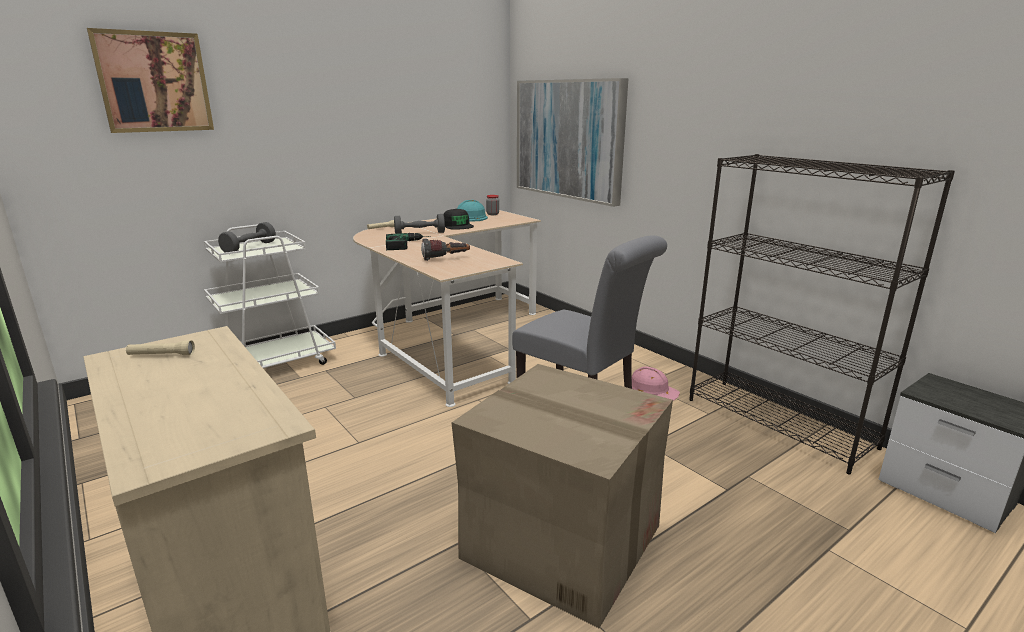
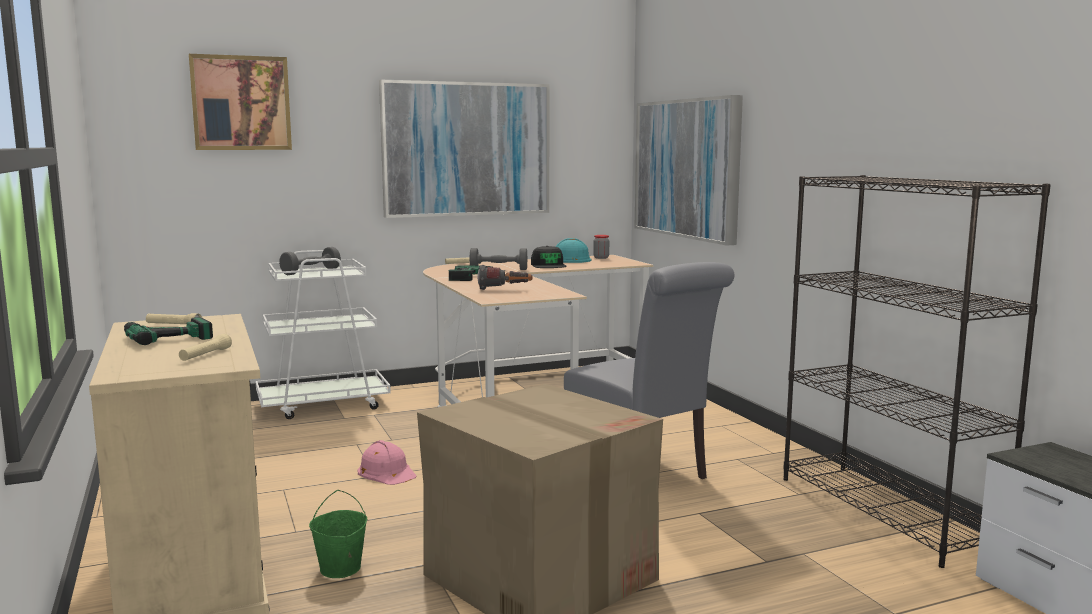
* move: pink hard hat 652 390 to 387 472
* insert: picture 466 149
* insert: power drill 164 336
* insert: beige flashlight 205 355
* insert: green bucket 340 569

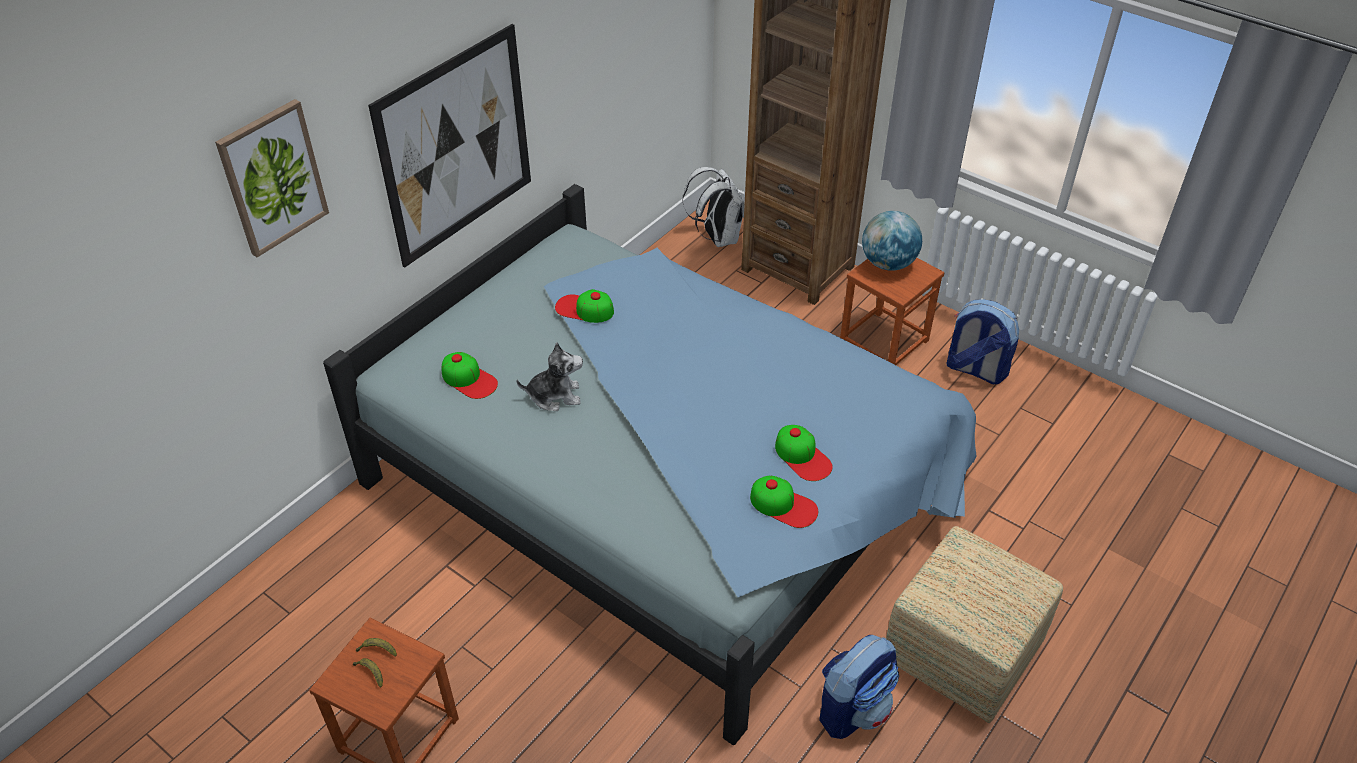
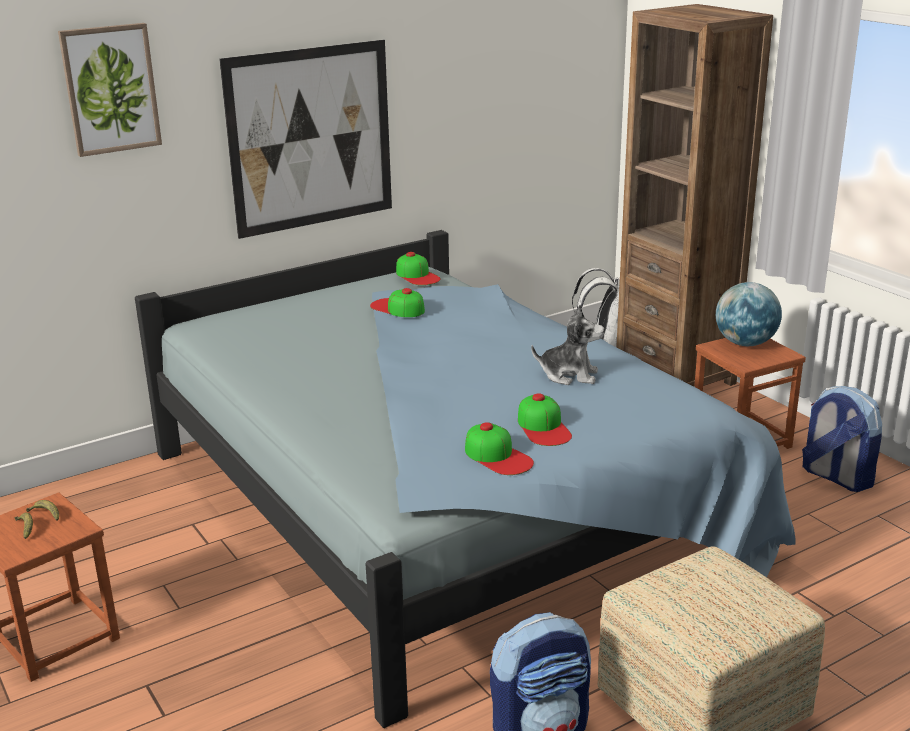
* move: plush toy 555 396 to 569 375
* move: cap 469 379 to 417 275

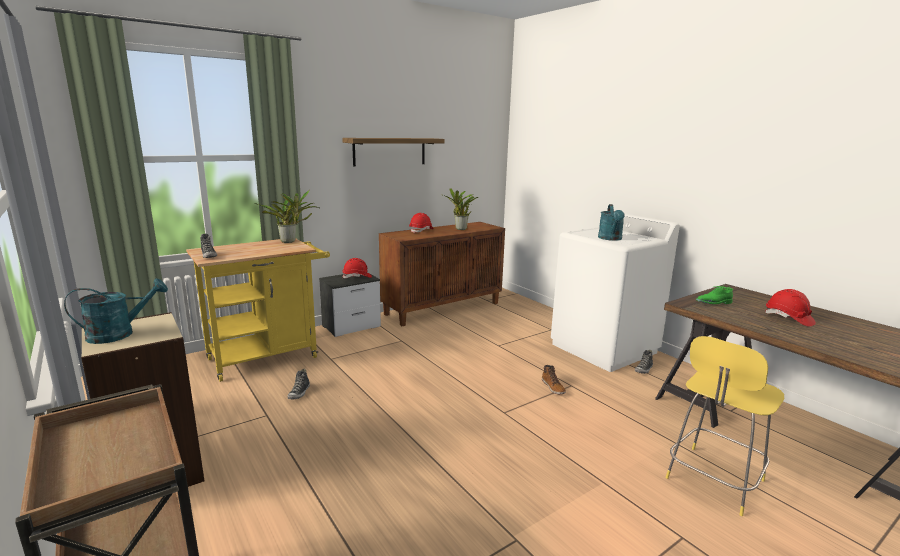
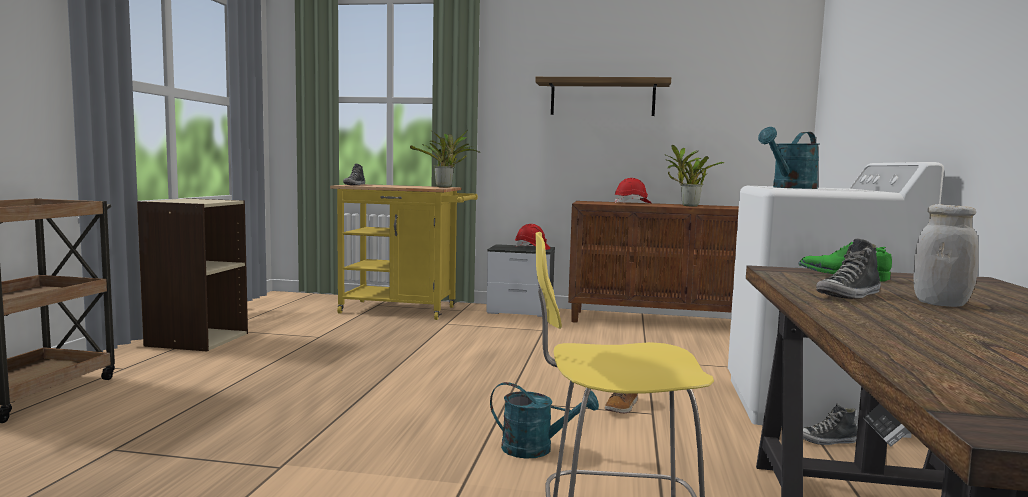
* move: turquoise watering can 119 334 to 536 449
* replace: red hard hat 788 318 to white jar 941 304
* move: shoe 299 393 to 849 295

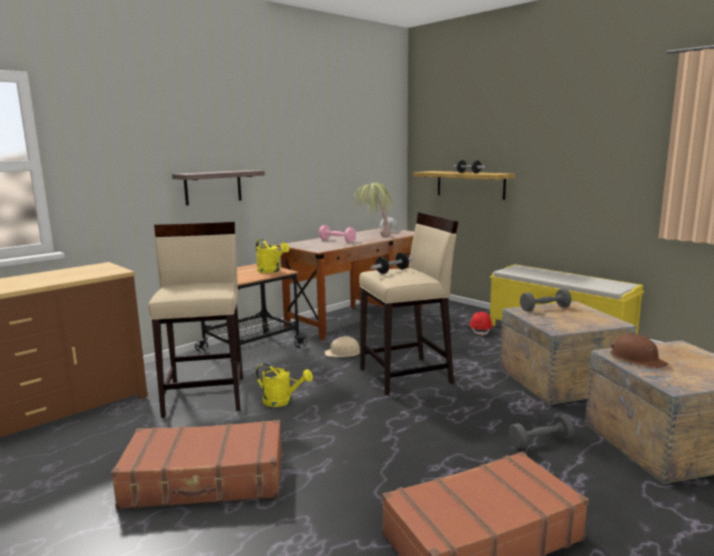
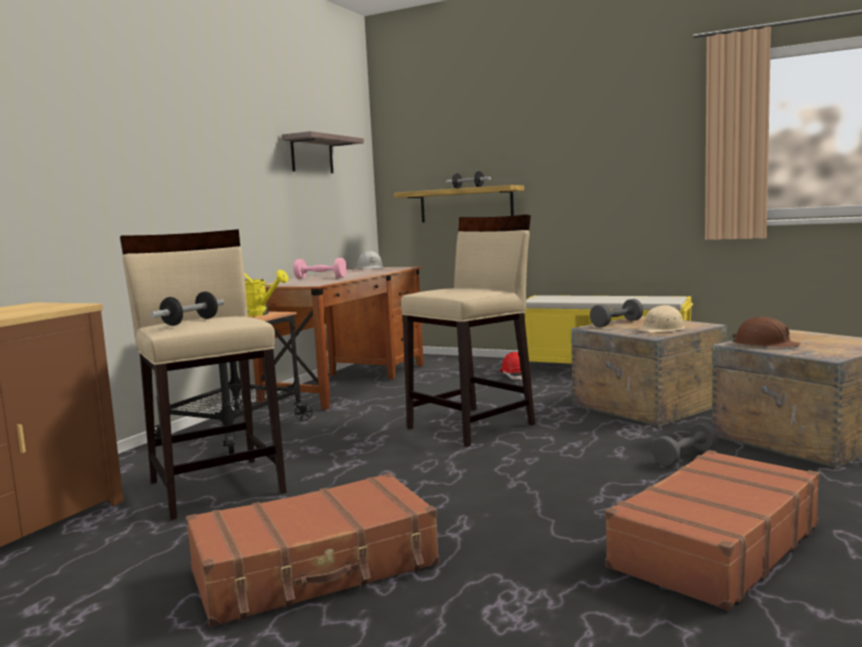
* move: shelf 213 187 to 312 155
* delete: potted plant 374 237
* move: dumbbell 392 271 to 190 322
* move: beige hard hat 343 353 to 662 329
* delete: yellow watering can 282 401

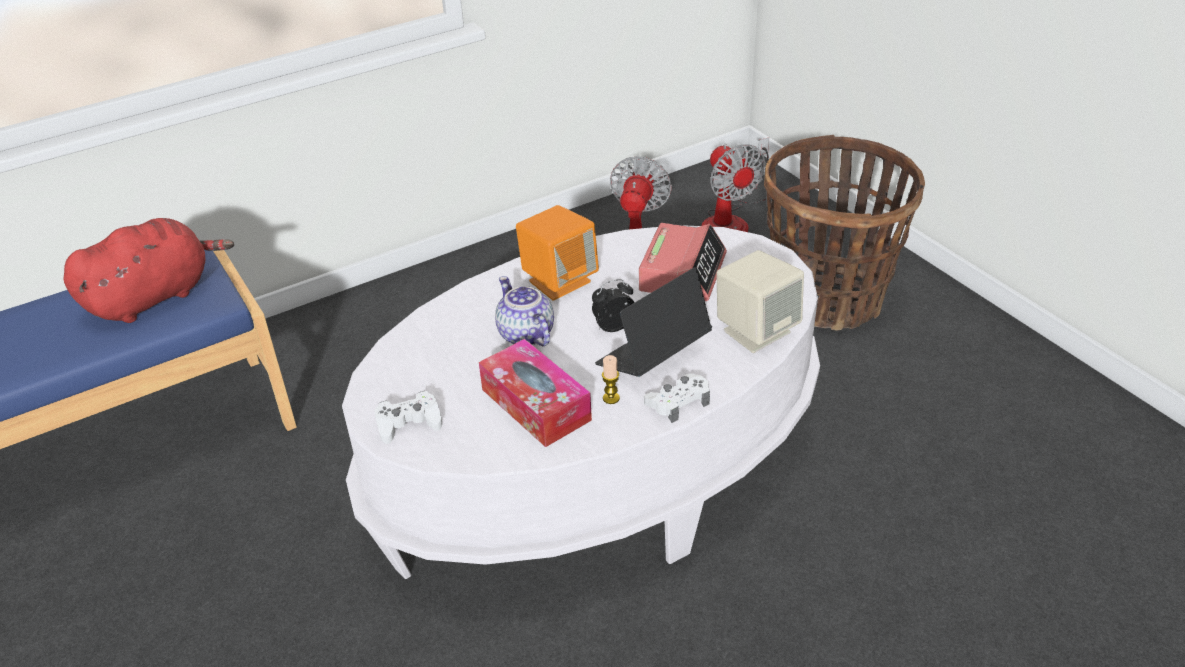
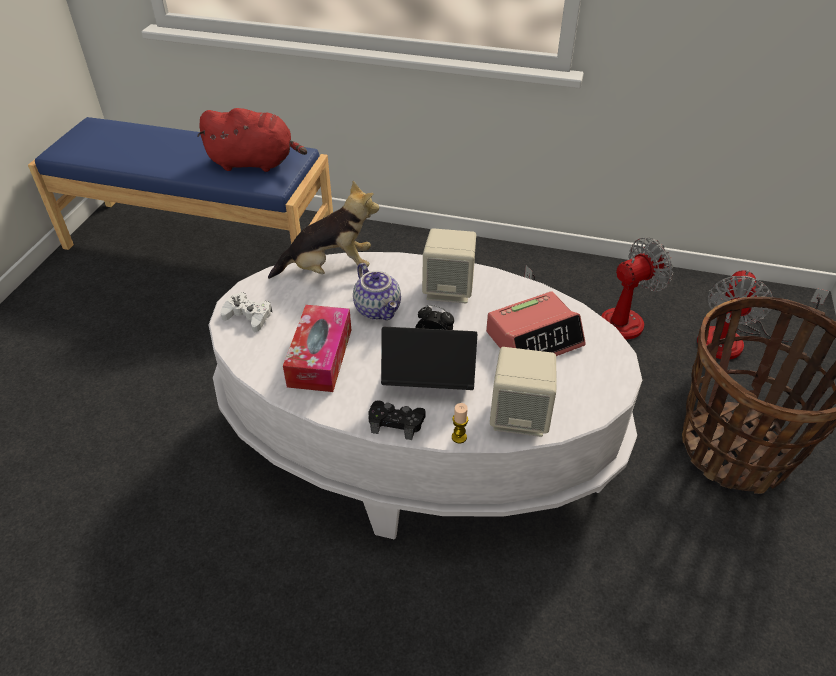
* recolor: orange speaker 559 281 to beige speaker 449 289
* rotate: teapot 524 334 = 379 309 135 degrees clockwise
* move: candle 611 398 to 459 437
* recolor: white game controller 678 402 to black game controller 396 423
* insert: plush toy 329 269

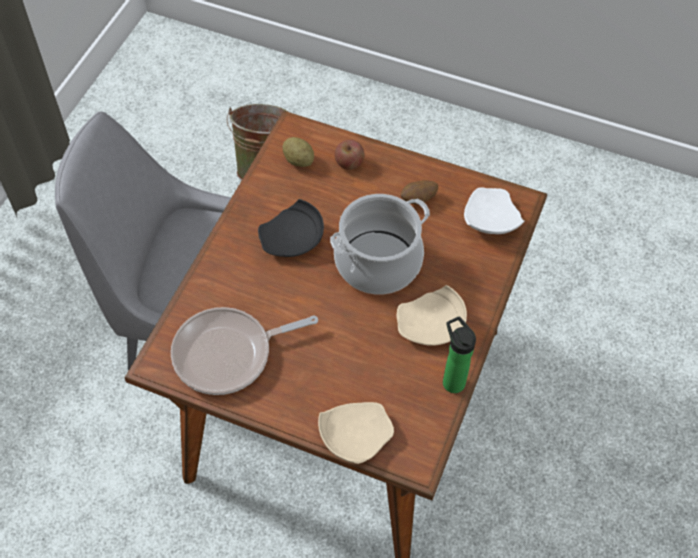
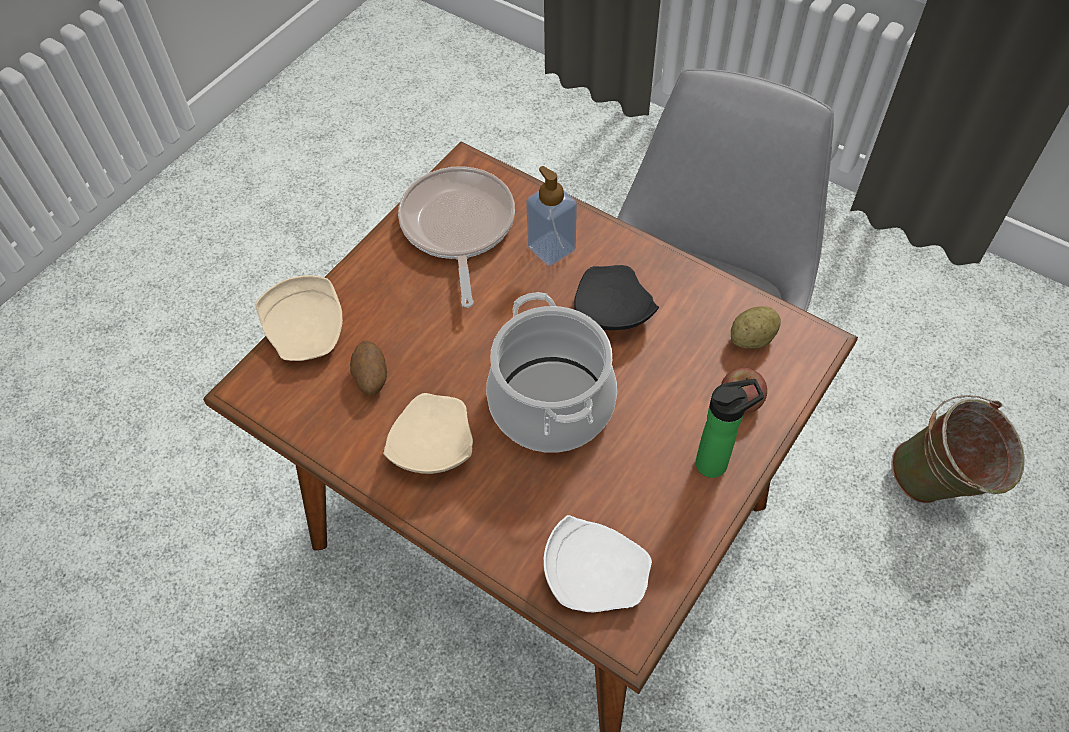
* move: potato 418 199 to 371 378
* move: bottle 451 380 to 716 462
* insert: soap dispenser 551 248

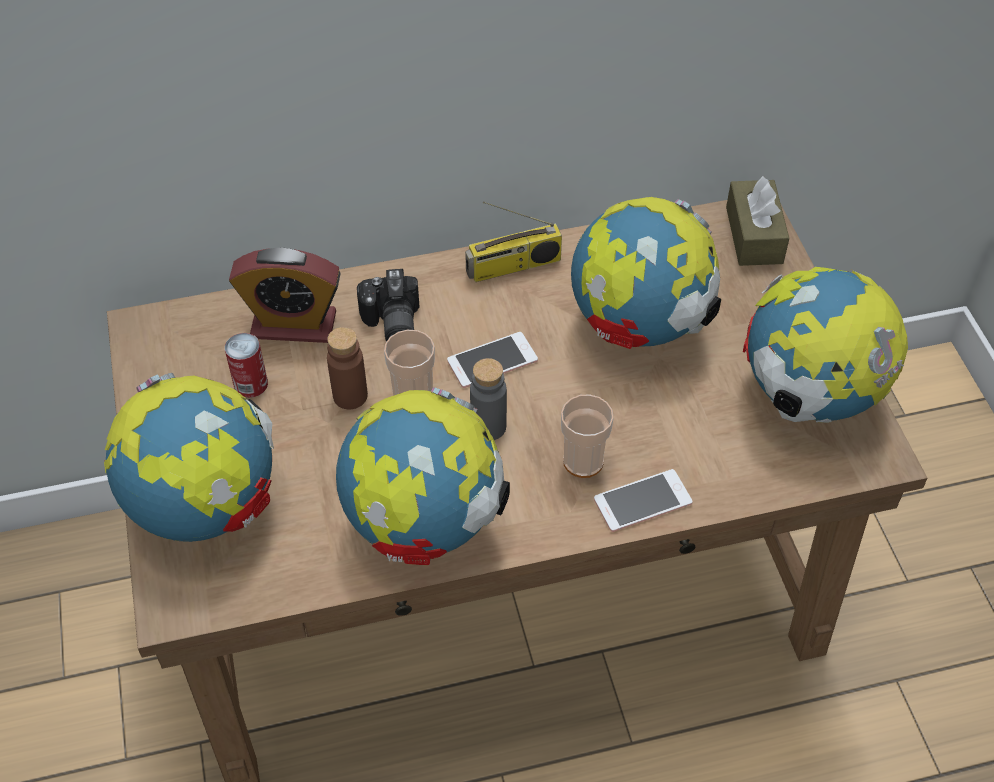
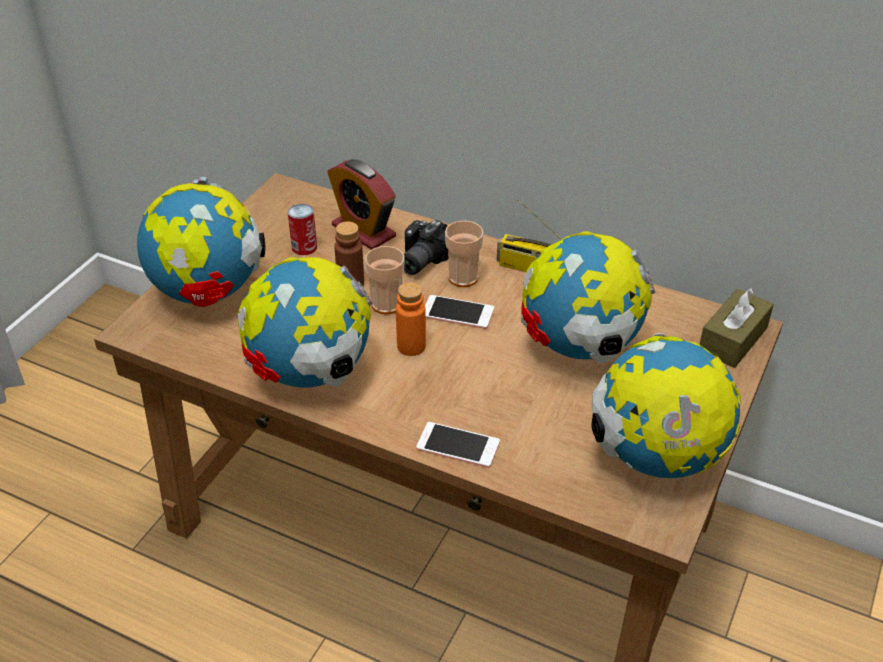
* recolor: grey bottle 488 427 to orange bottle 411 346
* move: cup 583 461 to 463 278

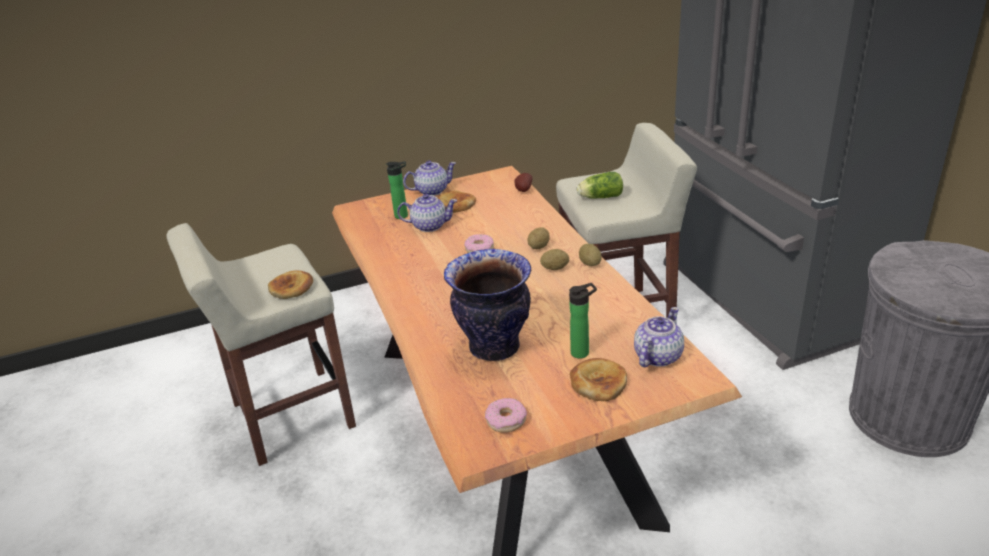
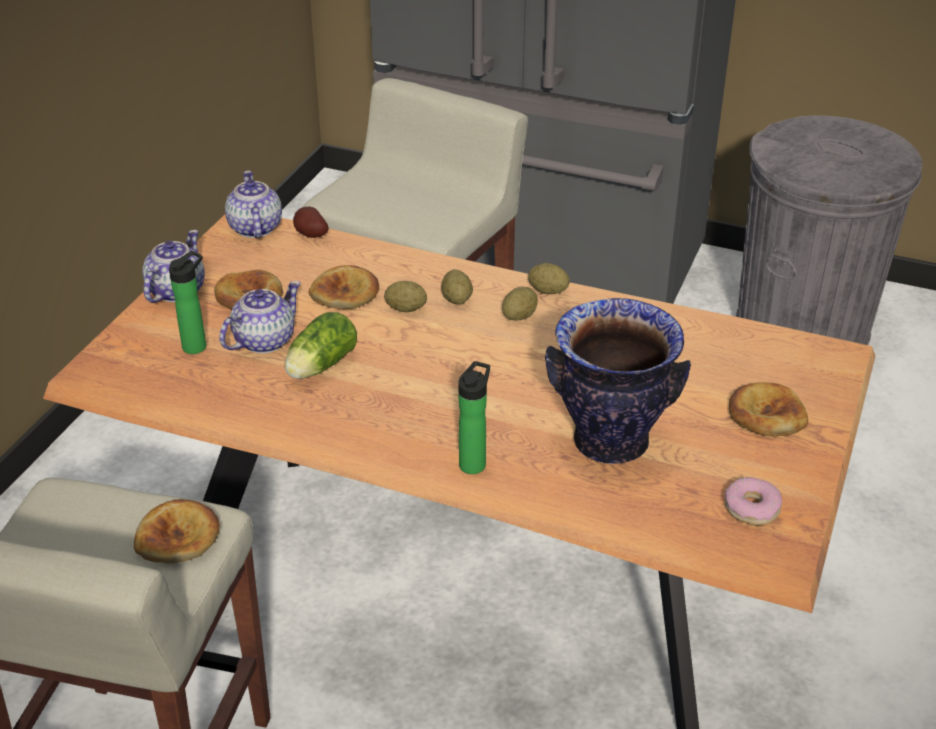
* move: lettuce 599 197 to 319 367
* delete: donut 479 249
* move: bottle 582 352 to 474 463
* move: teapot 657 356 to 255 228
* insert: bread 345 292
* insert: potato 406 309

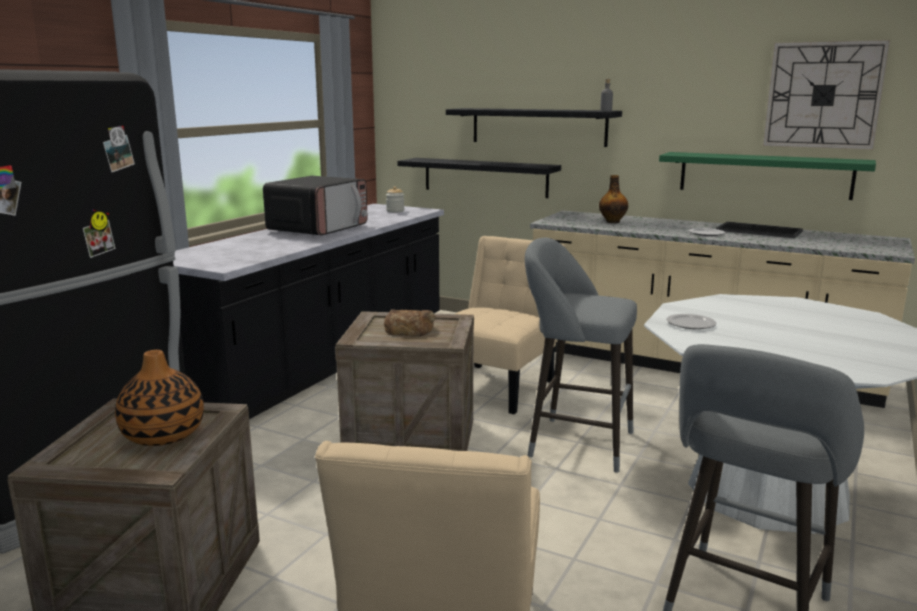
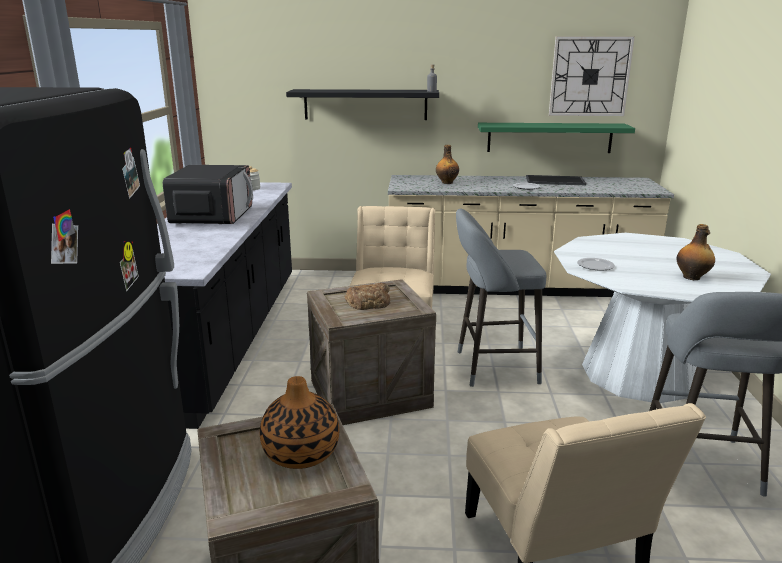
* delete: black shelf 485 177
* insert: bottle 692 277

